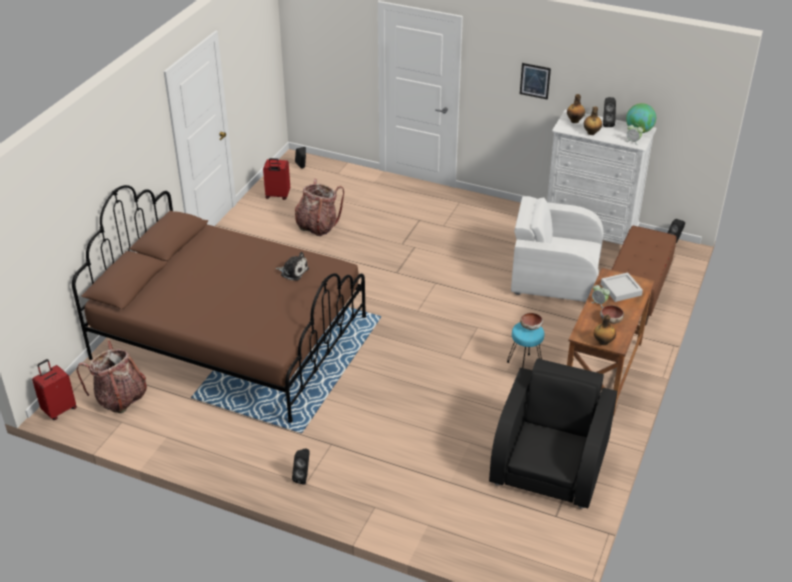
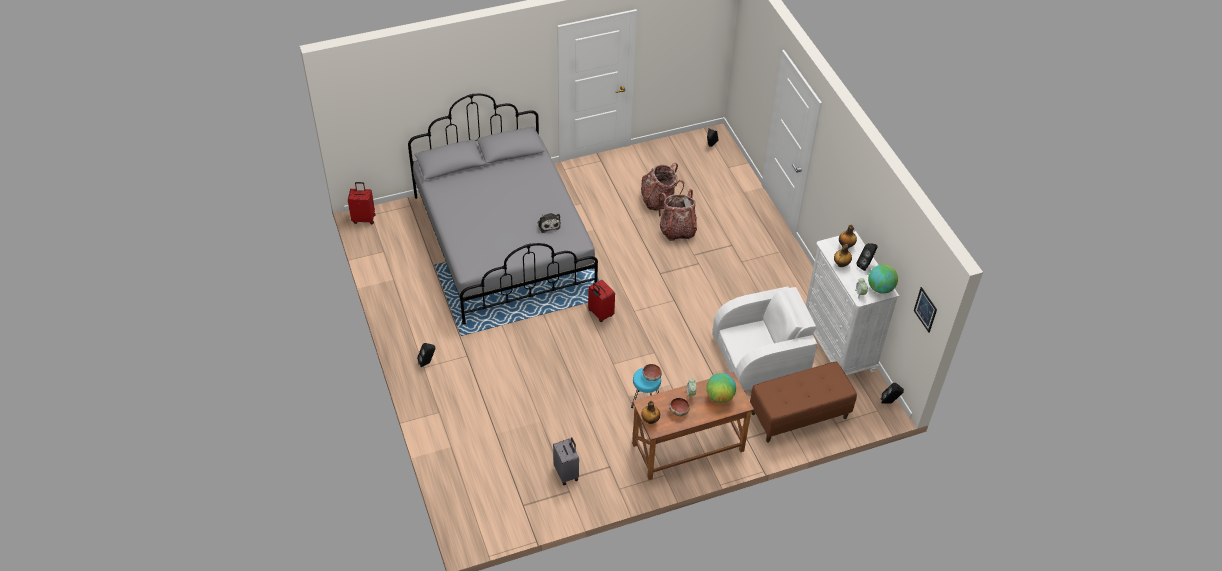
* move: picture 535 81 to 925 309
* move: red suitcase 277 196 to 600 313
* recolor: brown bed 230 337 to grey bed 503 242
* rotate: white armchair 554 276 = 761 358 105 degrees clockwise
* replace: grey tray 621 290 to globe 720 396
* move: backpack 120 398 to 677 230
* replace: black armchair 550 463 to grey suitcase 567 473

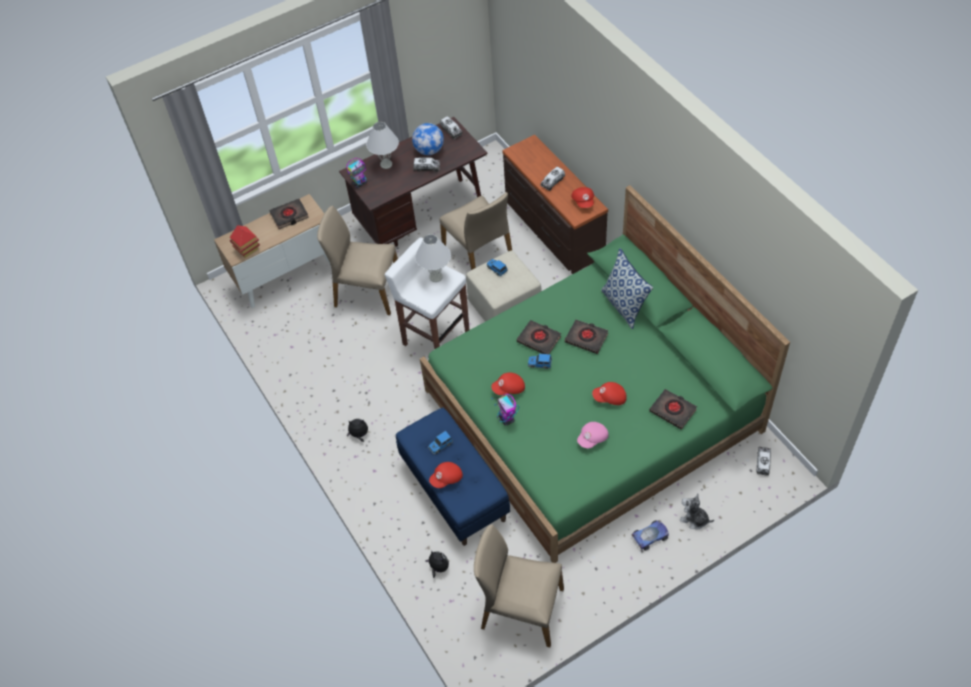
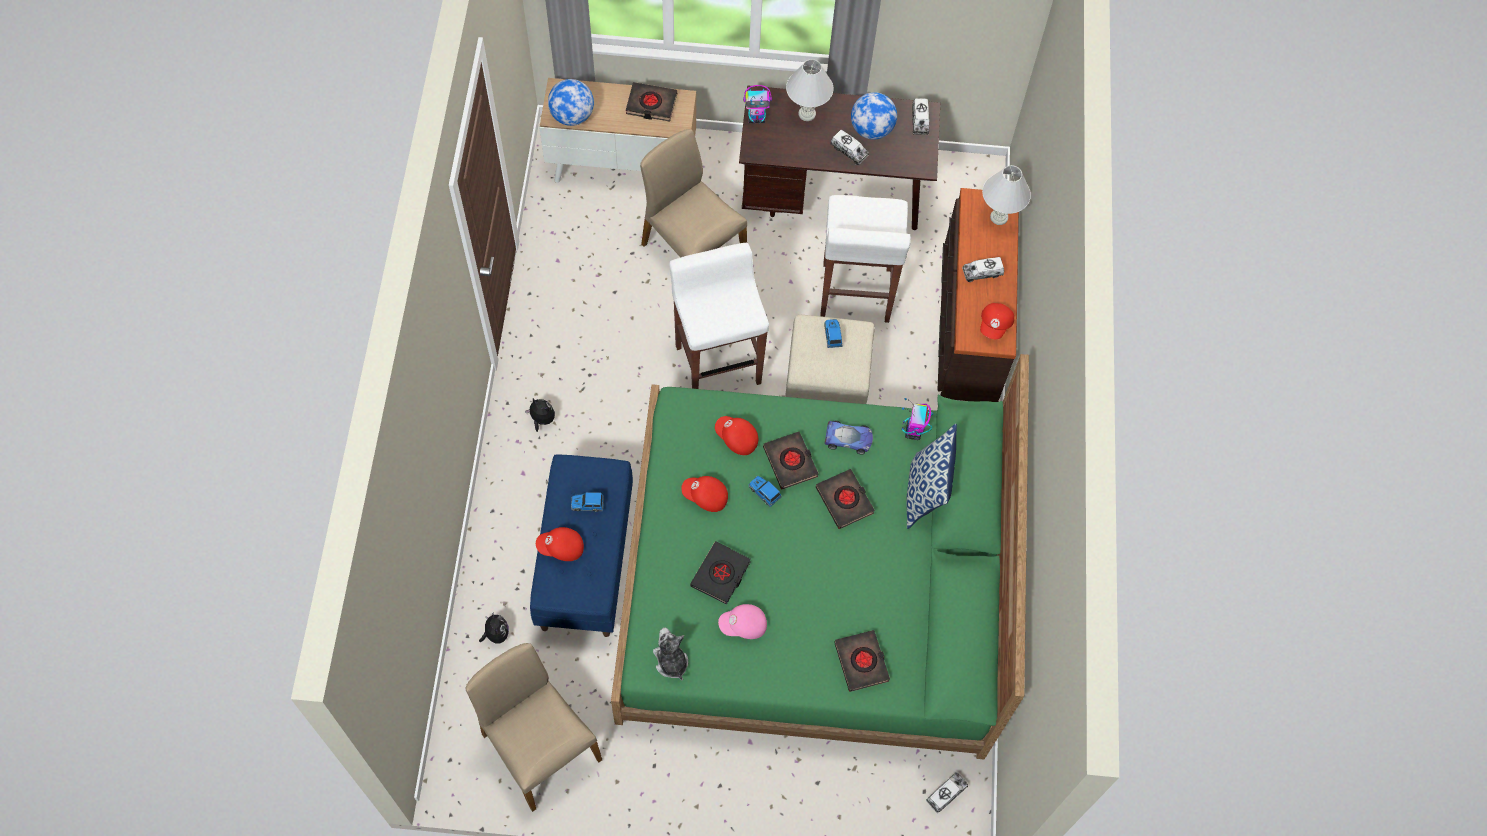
* replace: beige chair 479 254 to white stool 855 294
* replace: toy house 247 249 to globe 572 116
* move: white table lamp 435 277 to 998 217
* move: red cap 610 398 to 736 438
* move: toy robot 507 419 to 913 432
* move: plush toy 694 519 to 671 661
* move: toy car 650 536 to 848 439
* insert: black book 721 574

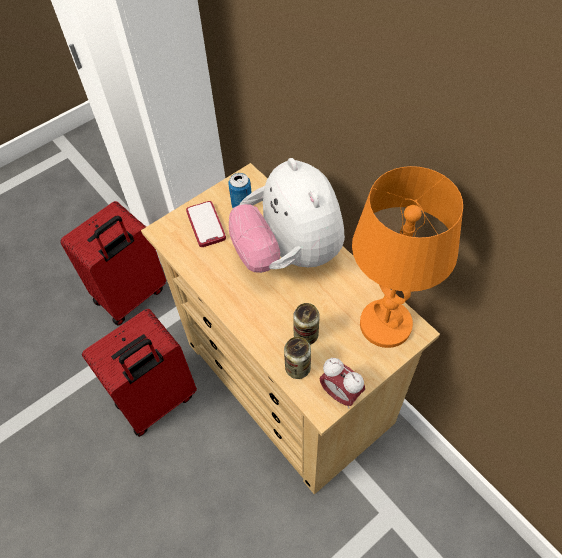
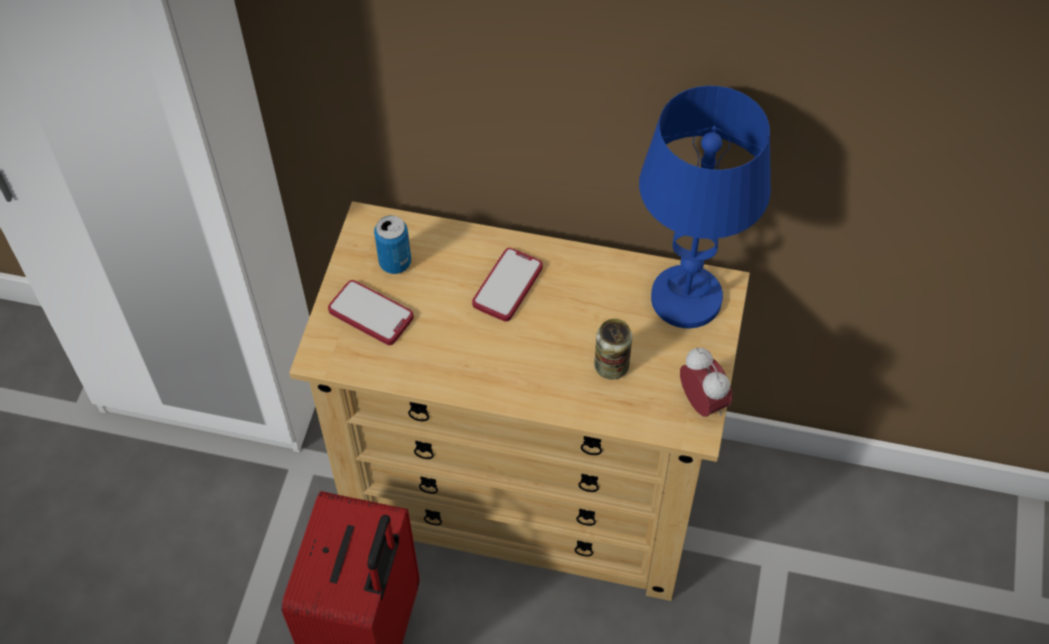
* replace: plush toy 289 253 to phone 507 286
* recolor: orange table lamp 386 324 to blue table lamp 687 298
* delete: red suitcase 131 296
* delete: can 297 368
* rotate: alarm clock 340 393 = 702 403 120 degrees counterclockwise

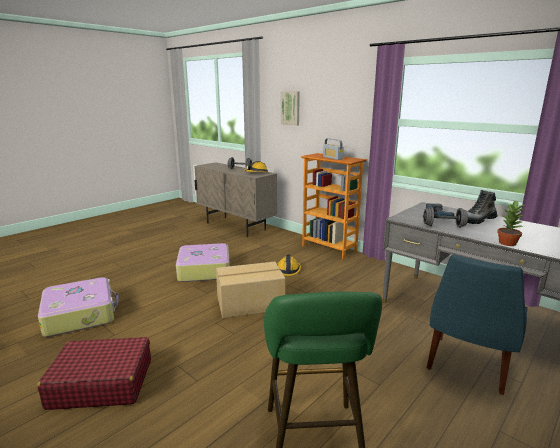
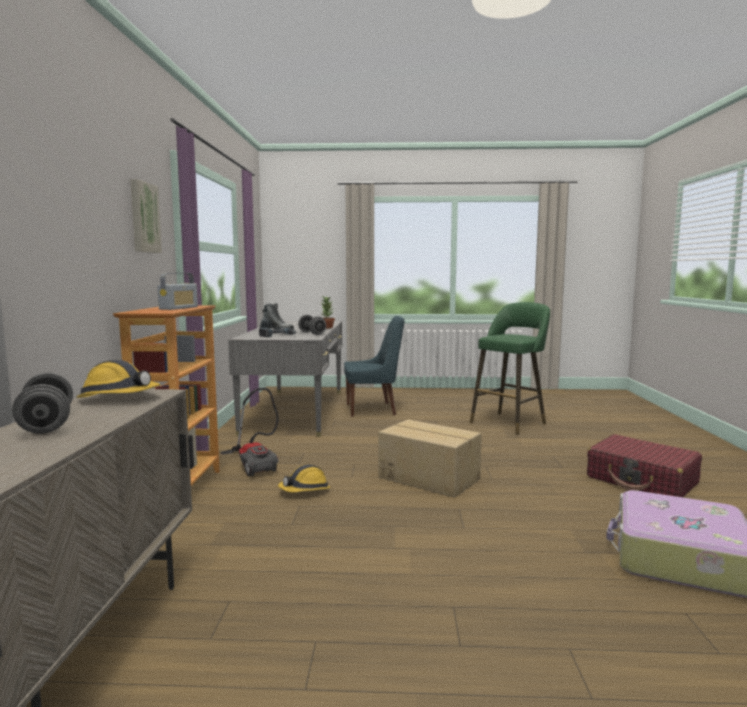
* move: picture 291 108 to 143 218
* delete: suitcase 204 270
* insert: vacuum cleaner 255 464

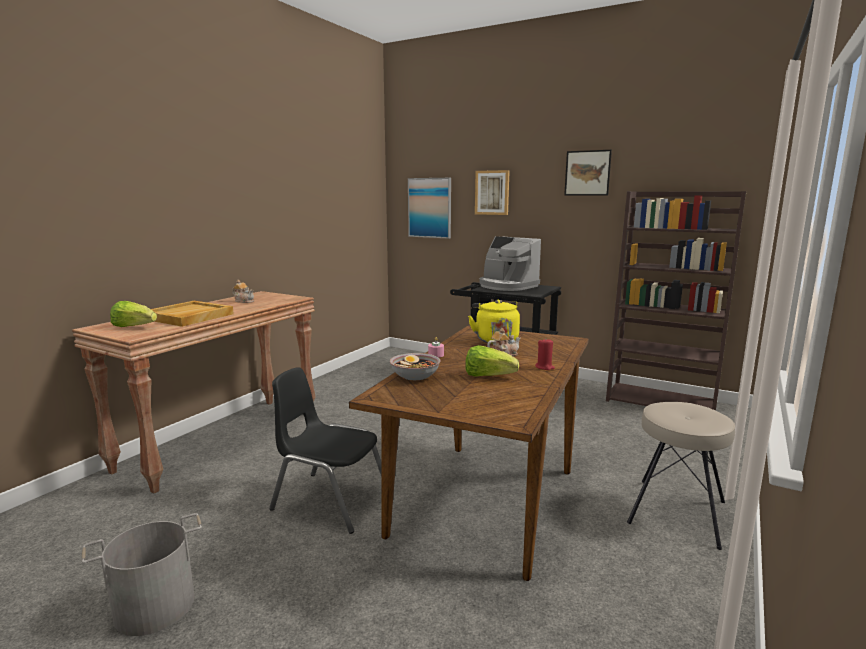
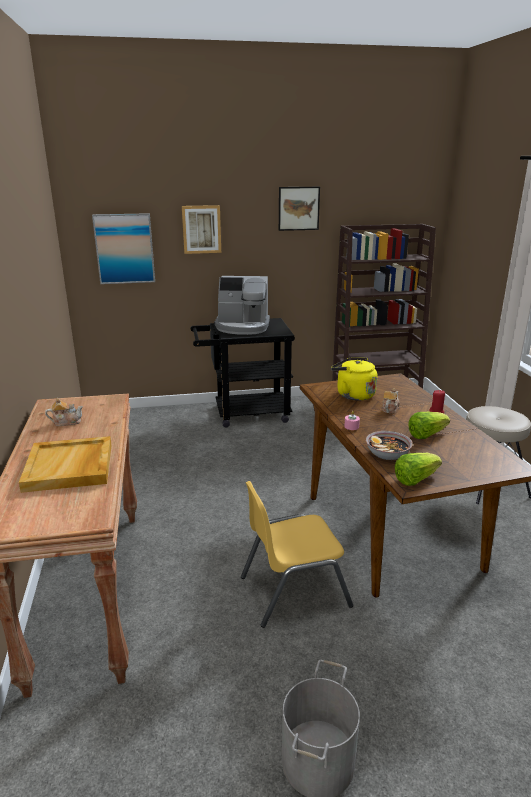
* move: lettuce 134 327 to 415 479
* recolor: black chair 330 500 to yellow chair 293 590

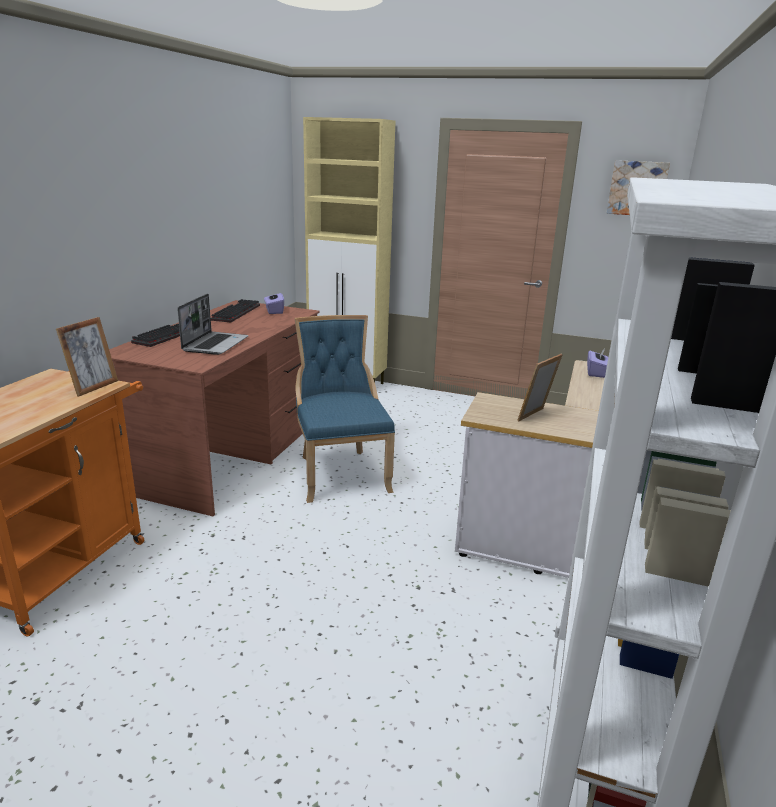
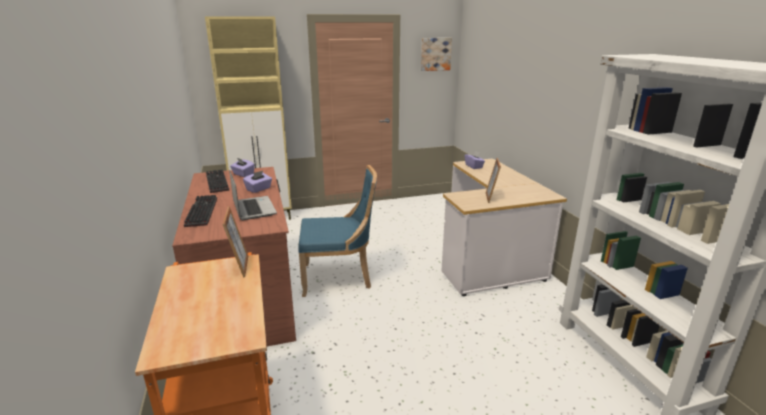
* rotate: blue chair 340 473 = 339 278 135 degrees clockwise
* insert: purple tissue box 259 189

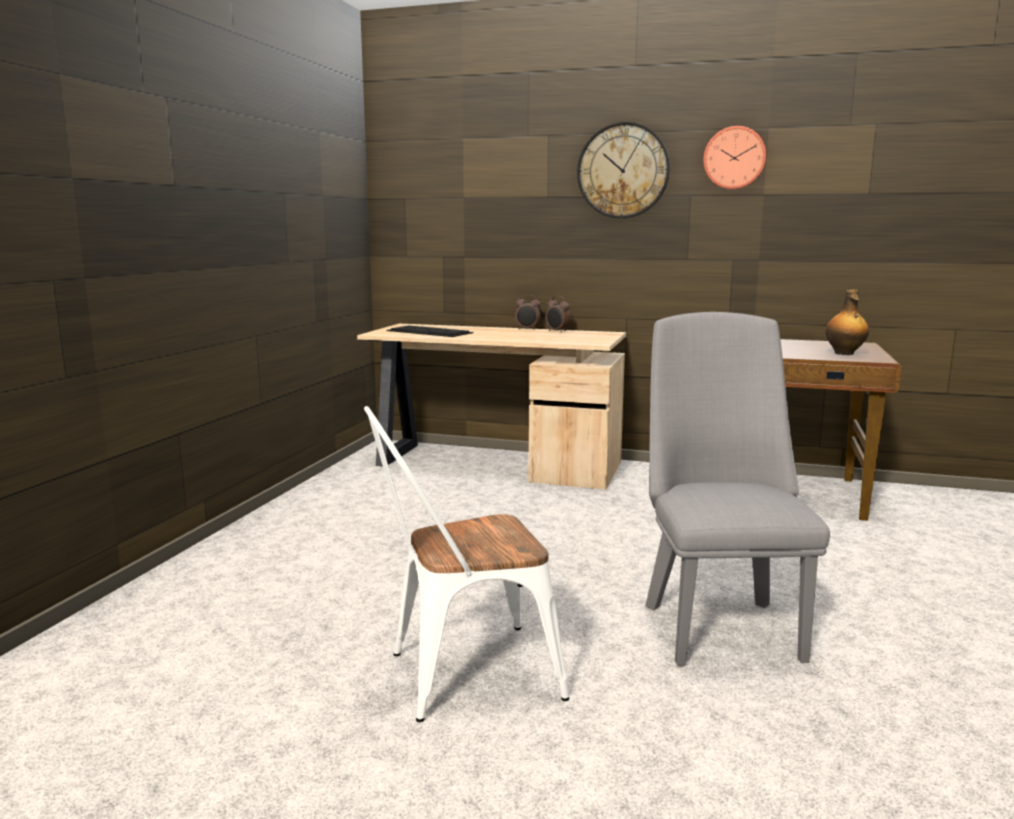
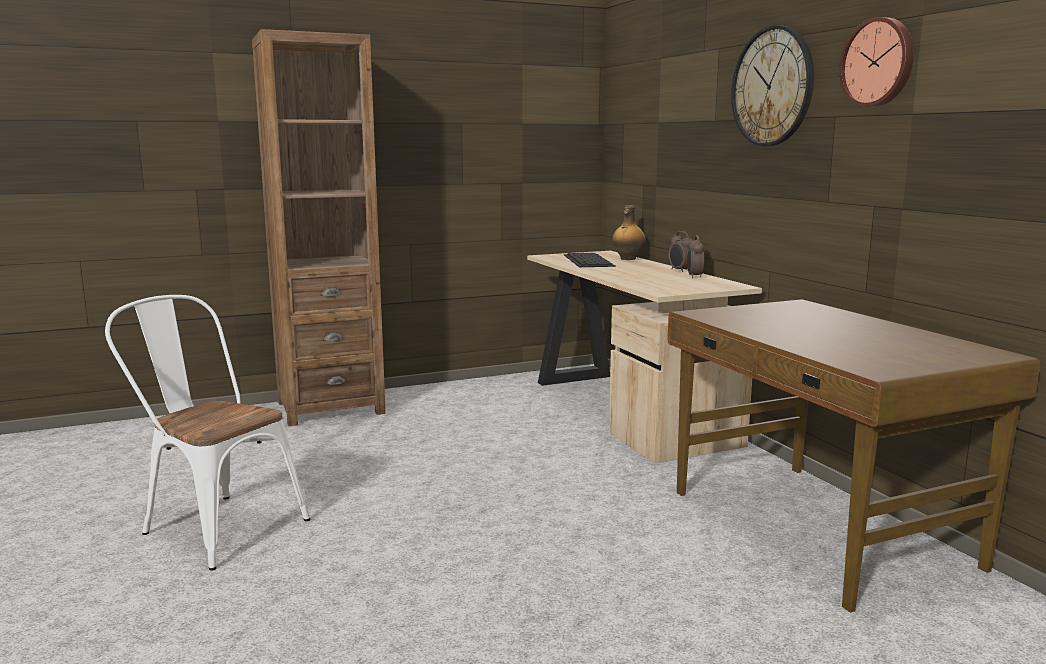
* move: bottle 844 353 to 627 259
* delete: grey chair 718 624
* insert: brown bookcase 330 408

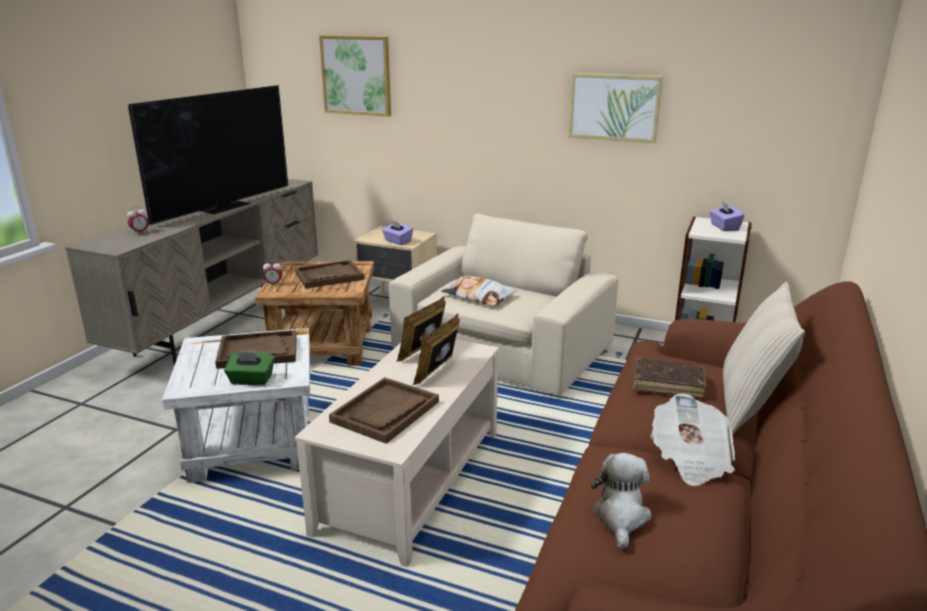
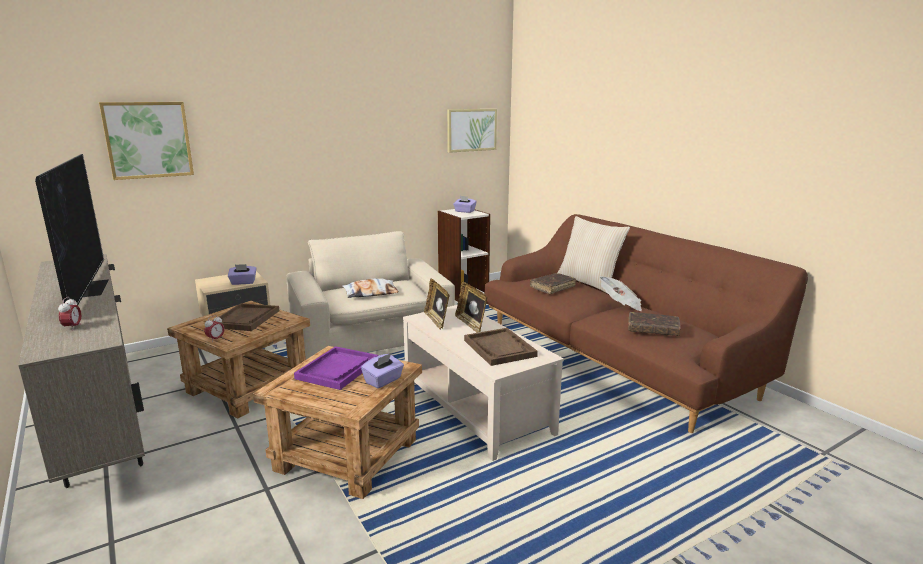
* move: picture 614 107 to 471 130
* recolor: white side table 255 441 to brown side table 346 454
* recolor: brown tray 258 351 to purple tray 337 369
* recolor: green tissue box 251 380 to purple tissue box 383 381
* replace: plush toy 621 517 to brown book 653 329

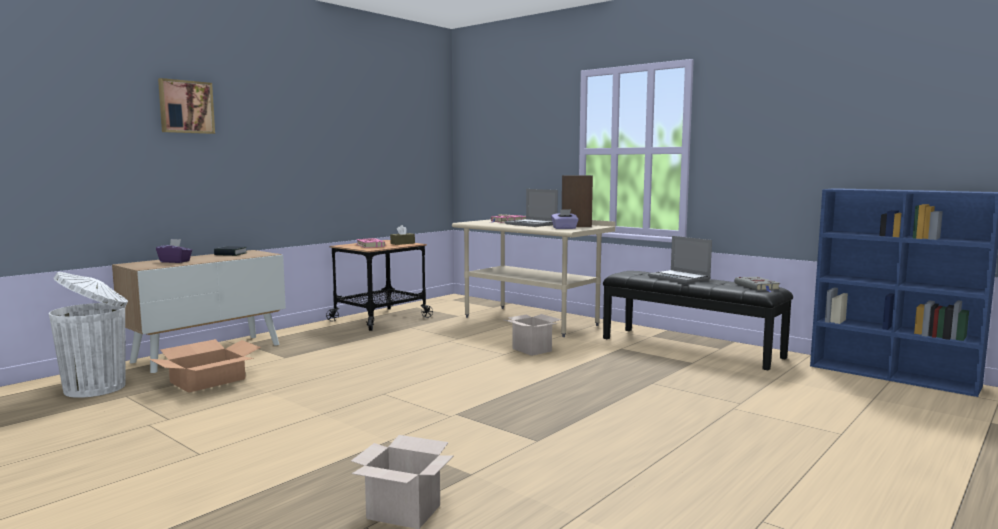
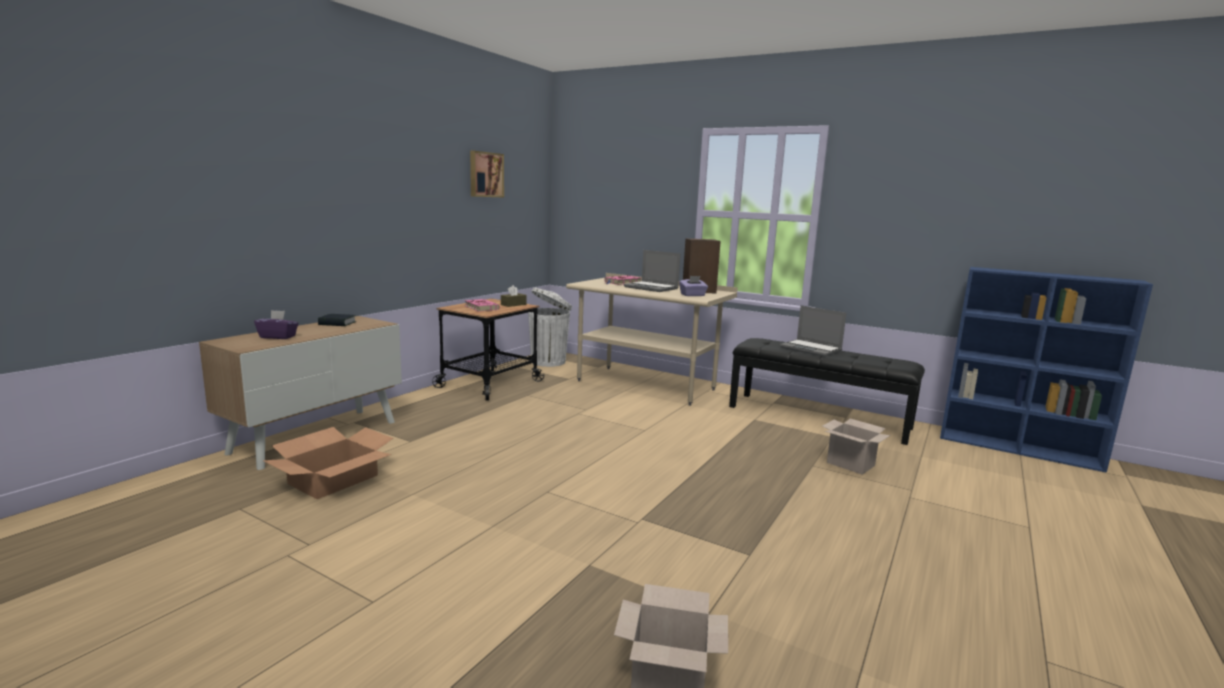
* move: picture 186 107 to 485 174
* move: white trash can 97 388 to 549 361
* delete: grey book 757 287
* move: cardboard box 533 350 to 852 464

